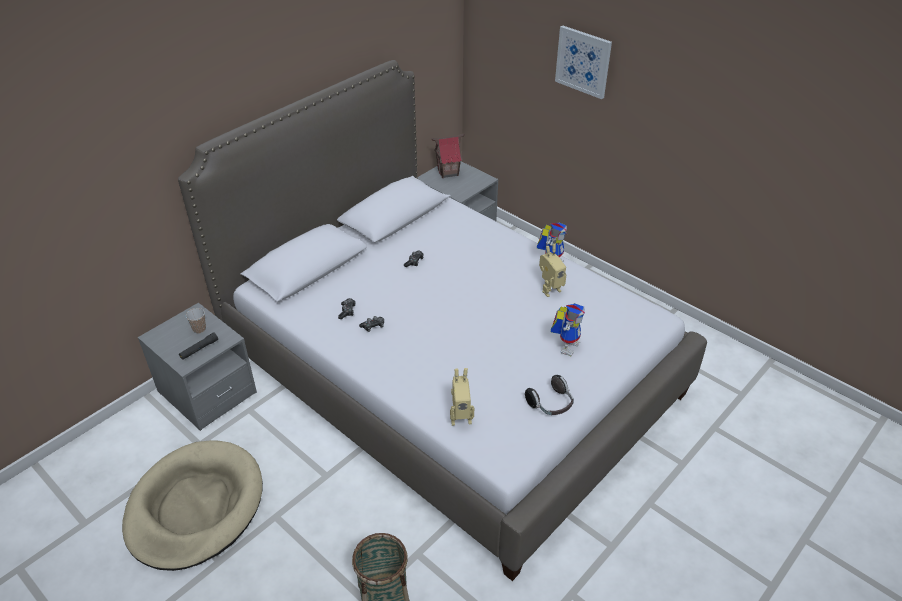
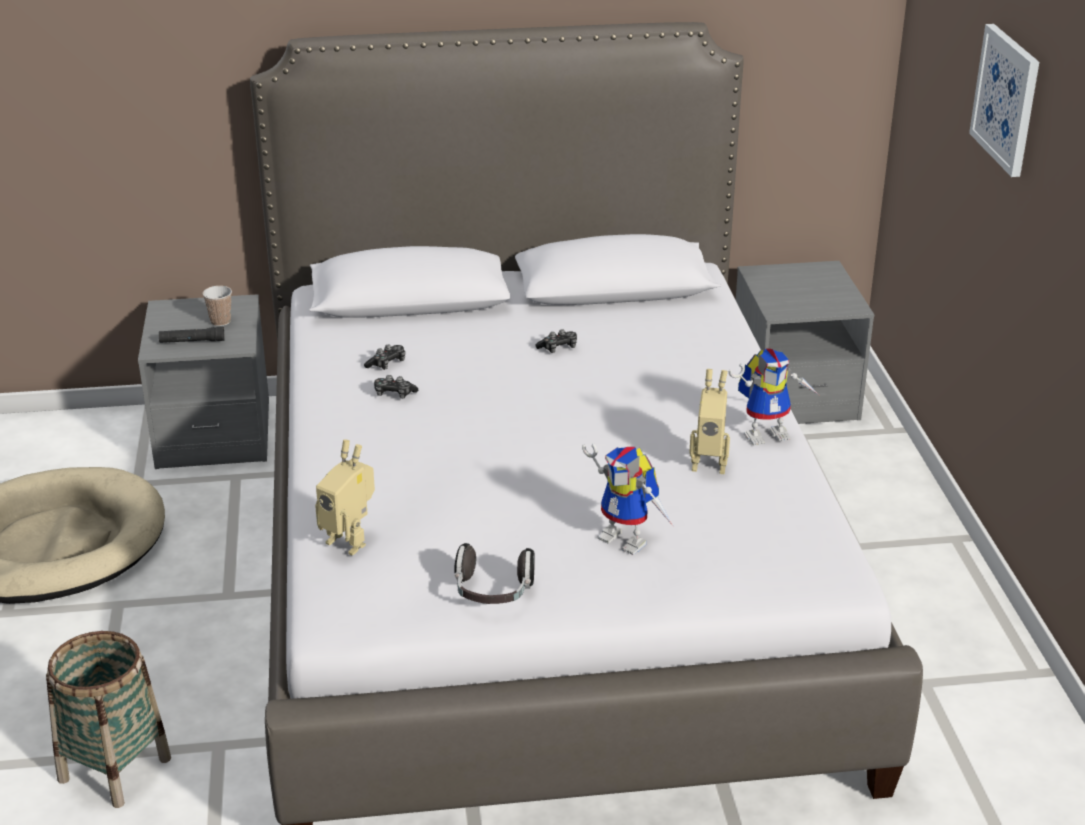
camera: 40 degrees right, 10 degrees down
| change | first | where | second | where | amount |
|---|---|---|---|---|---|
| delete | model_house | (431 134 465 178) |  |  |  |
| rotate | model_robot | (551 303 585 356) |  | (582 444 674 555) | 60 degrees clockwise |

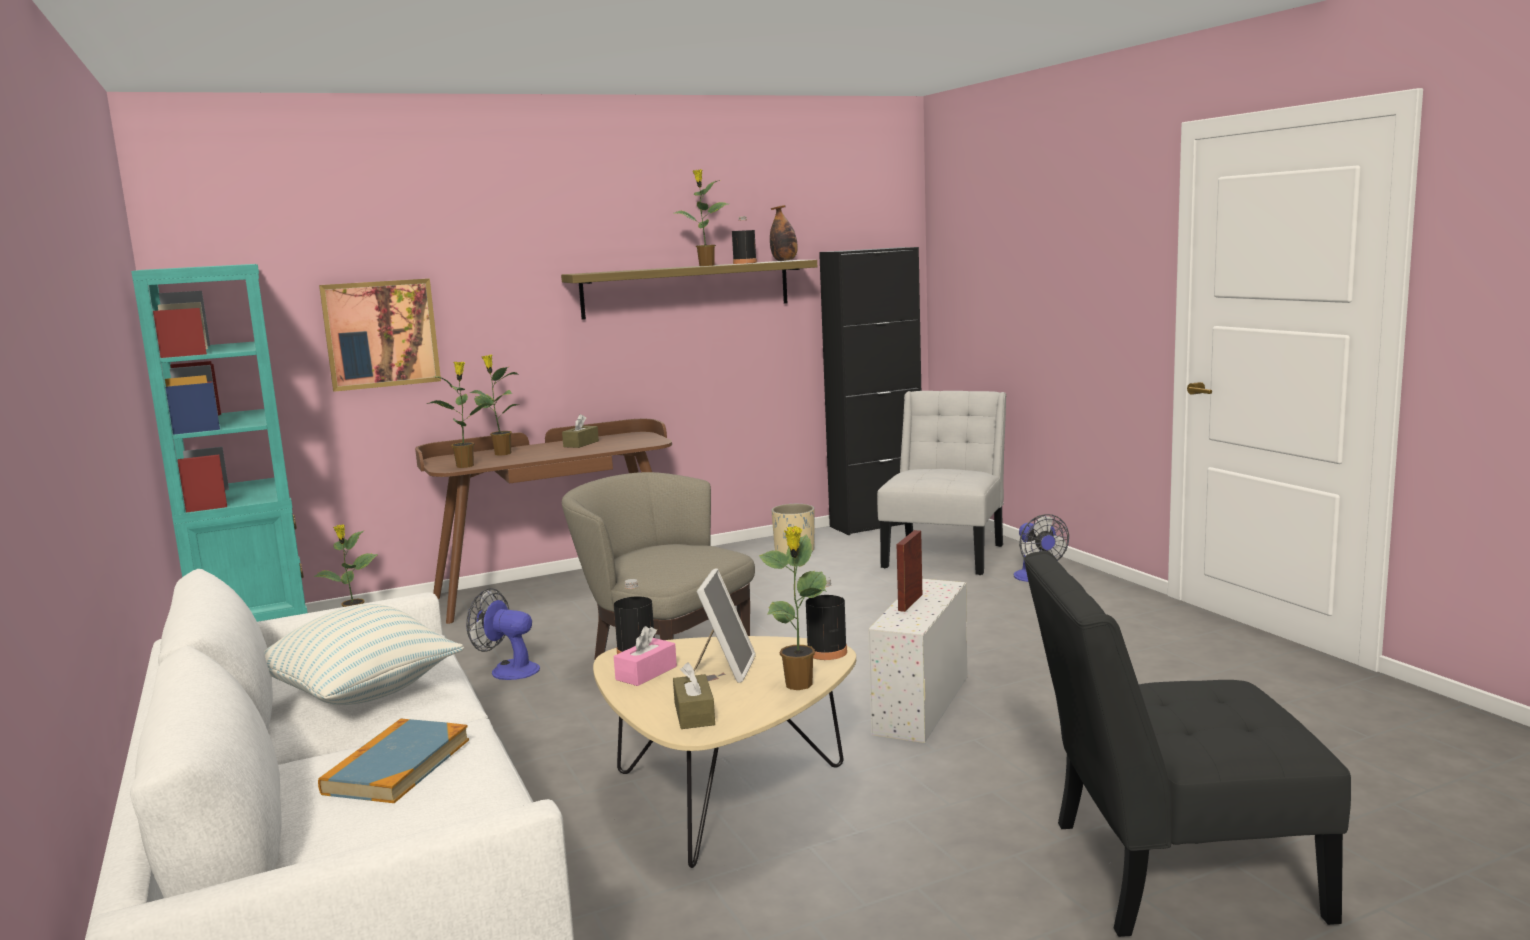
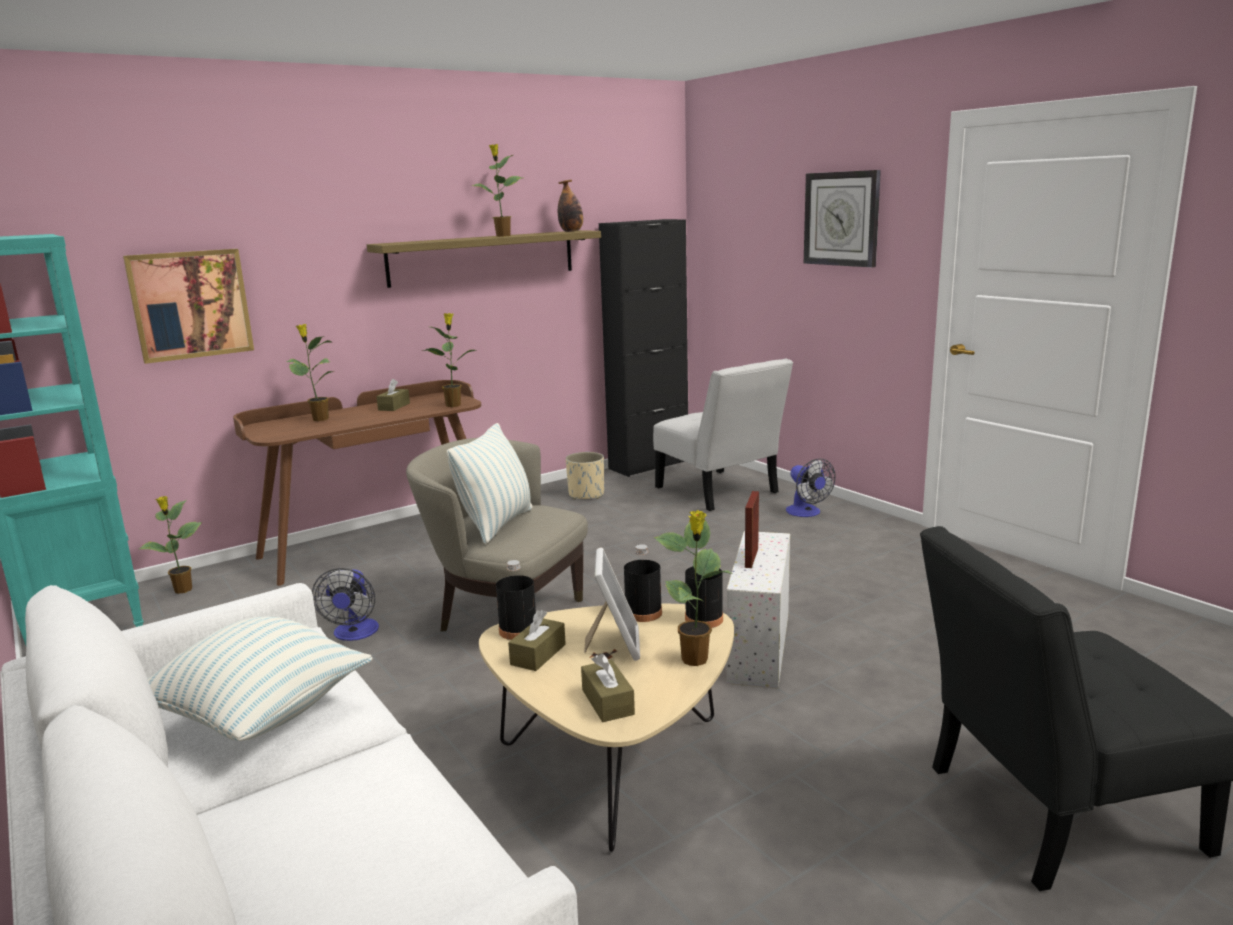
camera: 10 degrees left, 5 degrees up
| change | first | where | second | where | amount |
|---|---|---|---|---|---|
| delete | volume | (318 719 469 803) |  |  |  |
| move | plant_in_a_pot | (426 362 494 468) |  | (423 313 478 407) |  |
| rotate | electric_fan | (466 588 540 680) |  | (312 568 379 641) | 105 degrees counterclockwise |
| recolor | pinkish_tissue_holder | (614 626 677 686) | brown_tissue_holder | (508 610 566 671) |  |
| move | blackish_bottle | (732 216 757 264) |  | (624 544 662 622) |  |
| rotate | white-coloured_plain_chair | (877 391 1006 575) |  | (653 359 793 511) | 135 degrees clockwise |
| insert |  |  | pillow | (447 423 533 544) |  |
| insert |  |  | hanging_clock | (804 170 881 267) |  |

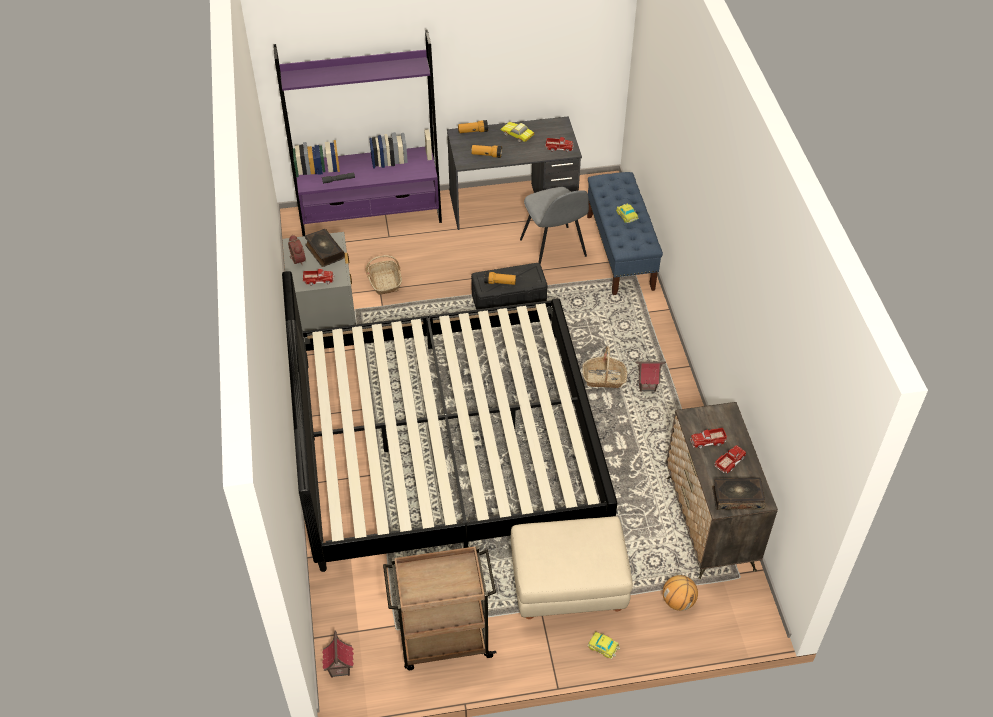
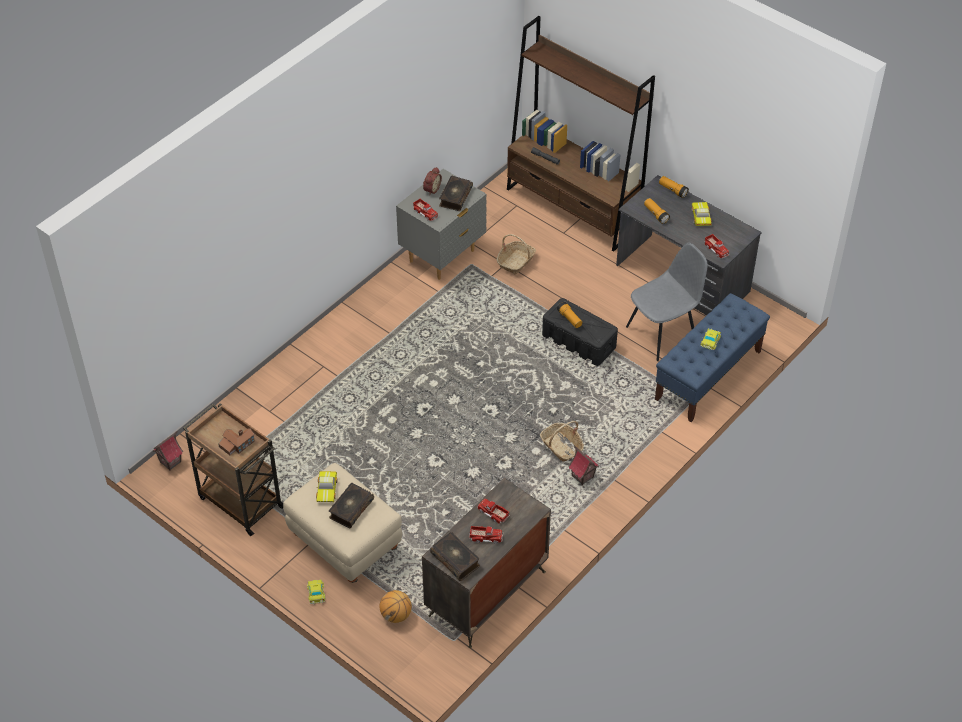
camera: 50 degrees right, 0 degrees up
| change | first | where | second | where | amount |
|---|---|---|---|---|---|
| recolor | purple-coloured_bookcase | (273 29 442 236) | brown_bookcase | (507 16 655 252) |  |
| delete | bedroom_bed | (282 271 617 572) |  |  |  |
| rotate | greyish_plain_chair | (520 187 589 265) |  | (626 242 708 361) | 150 degrees counterclockwise |
| insert |  |  | model_house | (218 428 255 455) |  |
| insert |  |  | toy_car | (316 471 337 502) |  |
| insert |  |  | volume | (329 483 374 528) |  |

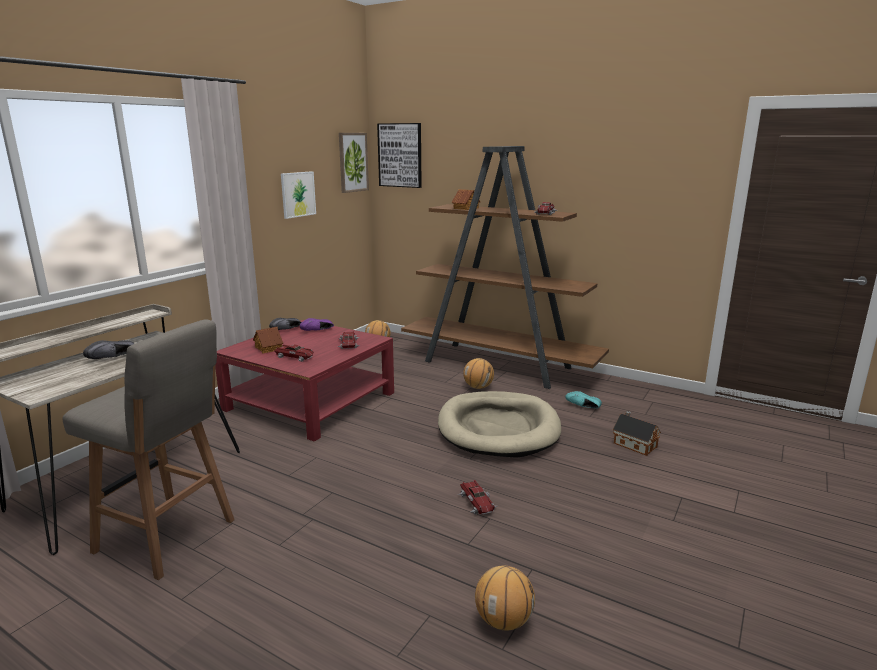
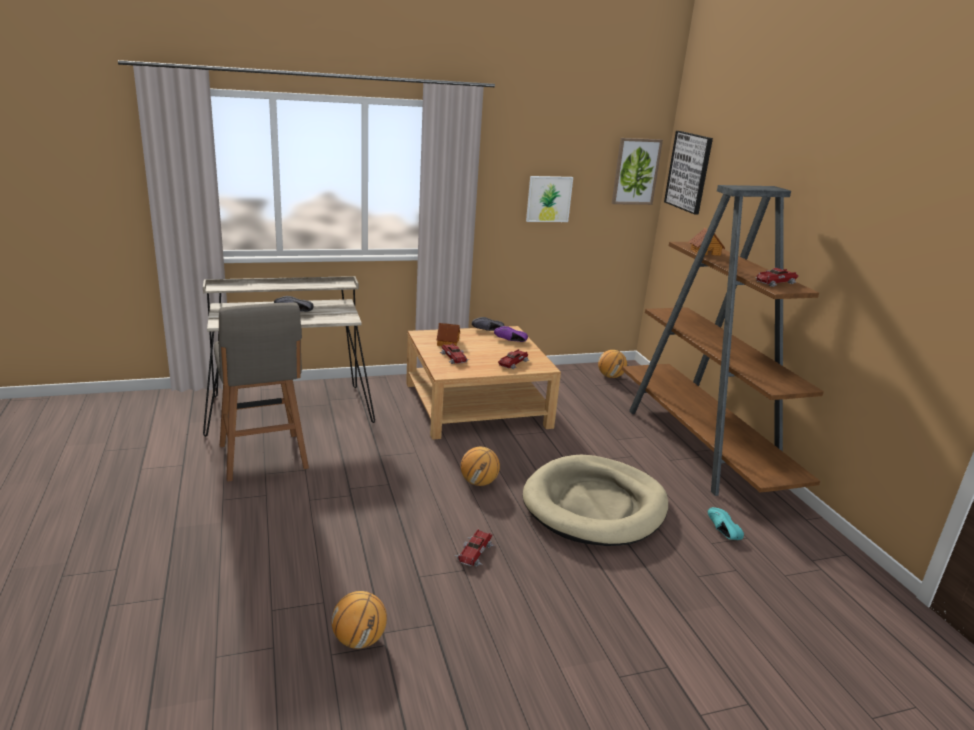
camera: 40 degrees right, 5 degrees up
| change | first | where | second | where | amount |
|---|---|---|---|---|---|
| recolor | reddish_lounge_table | (215 320 394 442) | beige-coloured_lounge_table | (406 326 561 440) |  |
| move | basketball_ball | (463 358 494 389) |  | (461 447 500 486) |  |
| delete | model_house | (613 411 661 456) |  |  |  |

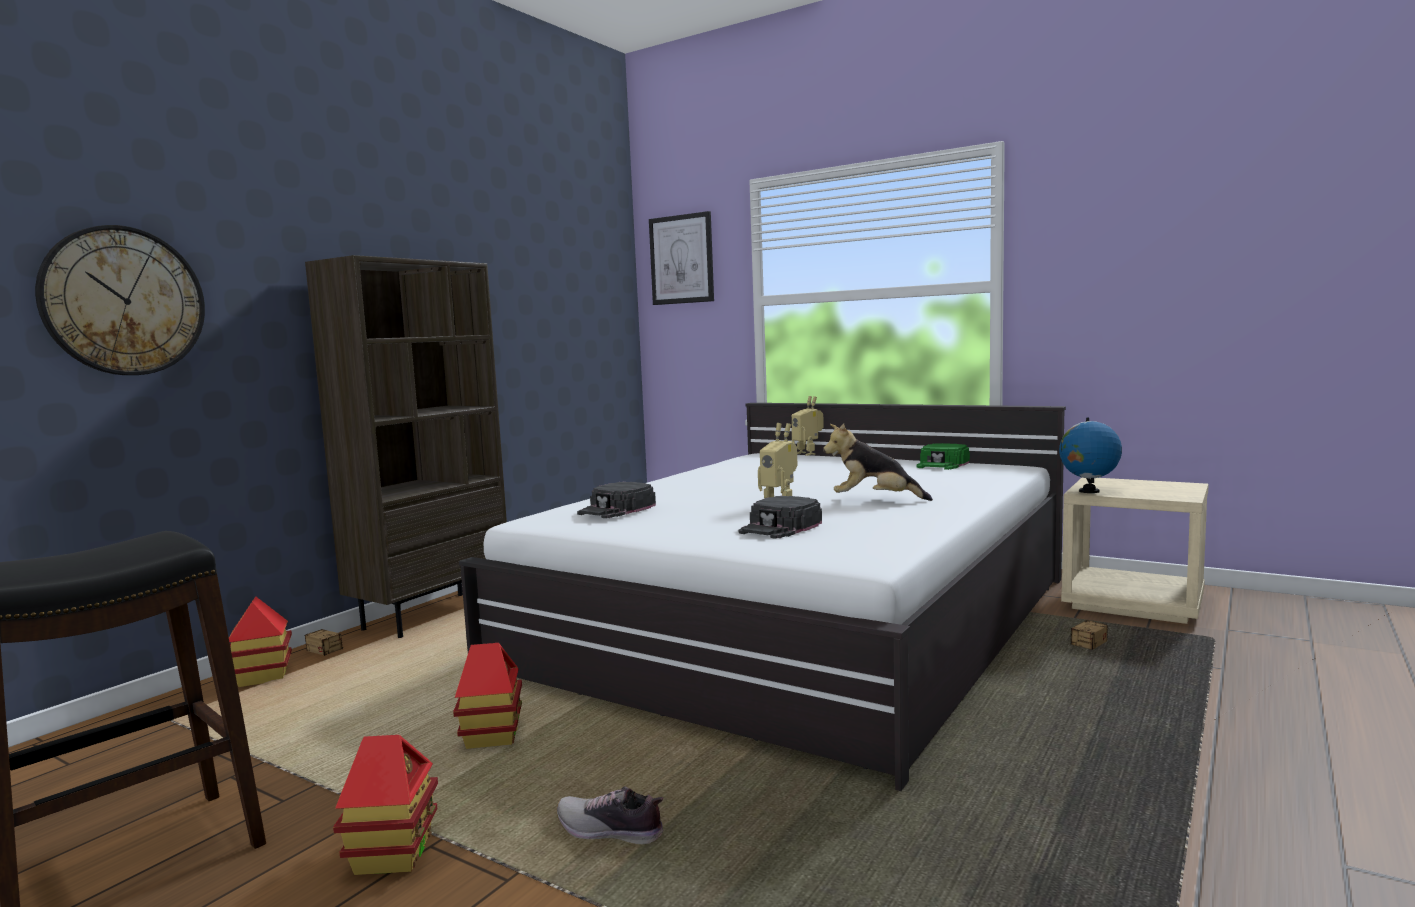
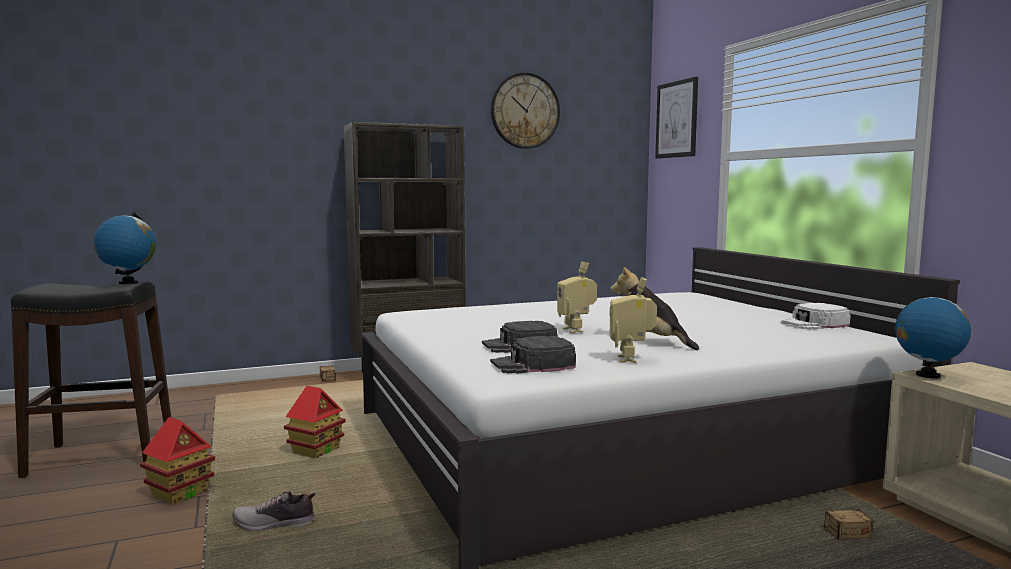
camera: 35 degrees right, 0 degrees up
| change | first | where | second | where | amount |
|---|---|---|---|---|---|
| move | hanging_clock | (35 225 205 375) |  | (491 72 560 149) |  |
| delete | model_house | (229 596 292 687) |  |  |  |
| rotate | low_shoe | (557 786 663 844) |  | (232 491 316 531) | 60 degrees counterclockwise |
| move | blackish_peaked_cap | (577 482 656 518) |  | (490 336 576 374) |  |
| move | model_robot | (792 396 824 456) |  | (610 277 657 363) |  |
| recolor | greenish_peaked_cap | (917 443 970 470) | white-coloured_peaked_cap | (780 303 851 330) |  |
| insert |  |  | globe | (94 213 156 284) |  |

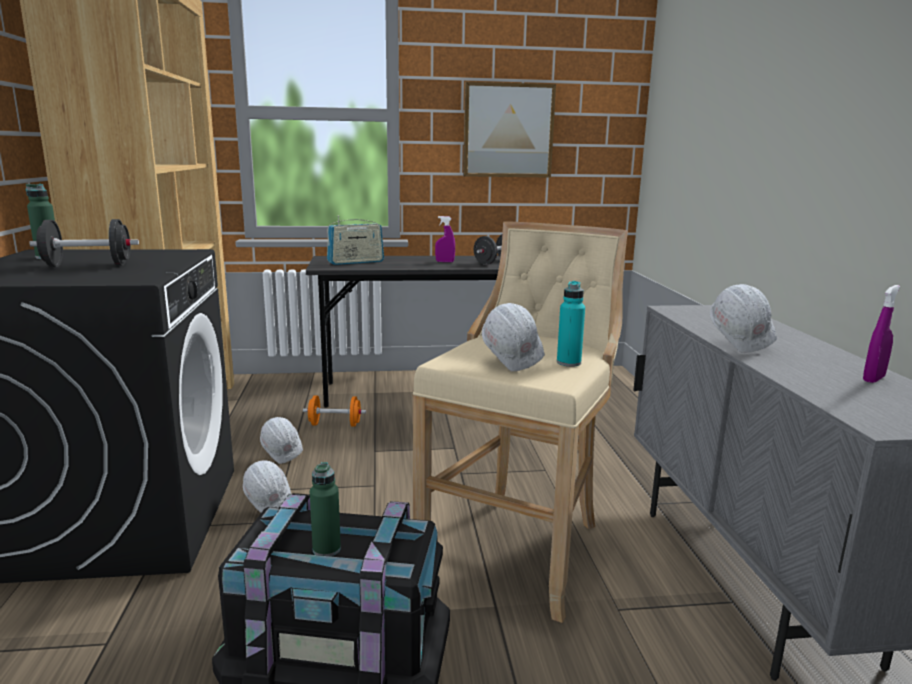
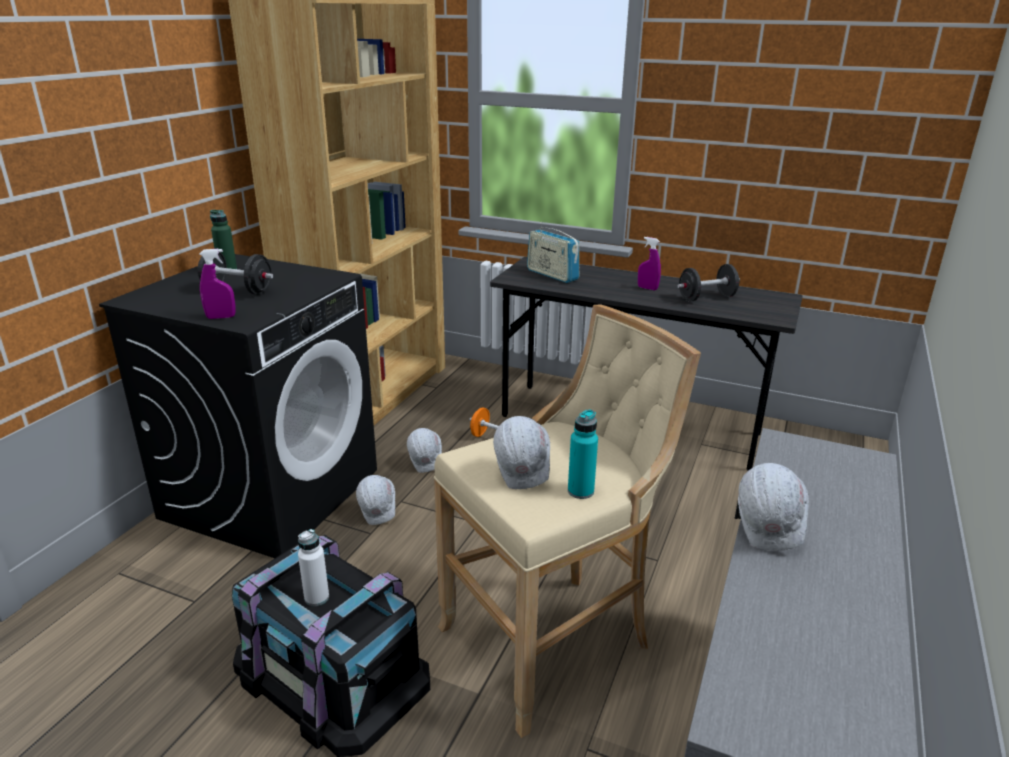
camera: 30 degrees right, 10 degrees up
| change | first | where | second | where | amount |
|---|---|---|---|---|---|
| recolor | greenish_bottle | (310 462 341 556) | white-coloured_bottle | (298 529 329 606) |  |
| rotate | radio_set | (327 216 384 265) |  | (527 222 579 283) | 45 degrees clockwise |
| delete | wall_picture | (463 82 556 177) |  |  |  |
| move | purple-coloured_sprayer | (863 285 900 383) |  | (200 249 236 319) |  |

